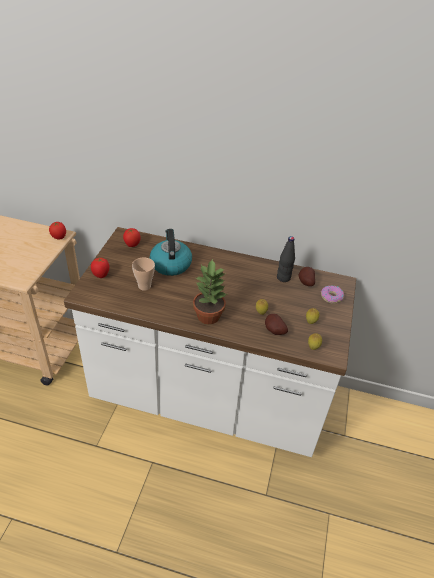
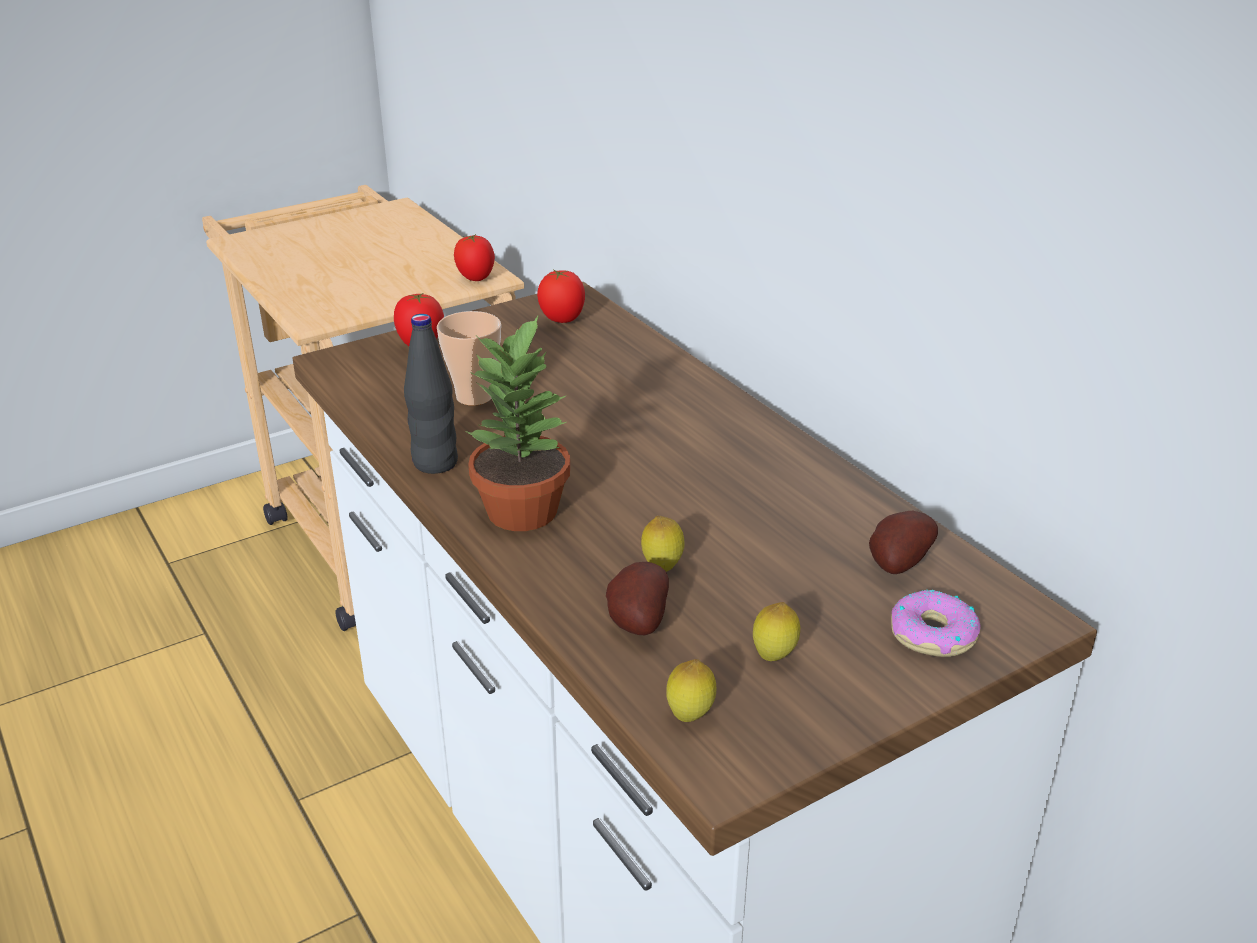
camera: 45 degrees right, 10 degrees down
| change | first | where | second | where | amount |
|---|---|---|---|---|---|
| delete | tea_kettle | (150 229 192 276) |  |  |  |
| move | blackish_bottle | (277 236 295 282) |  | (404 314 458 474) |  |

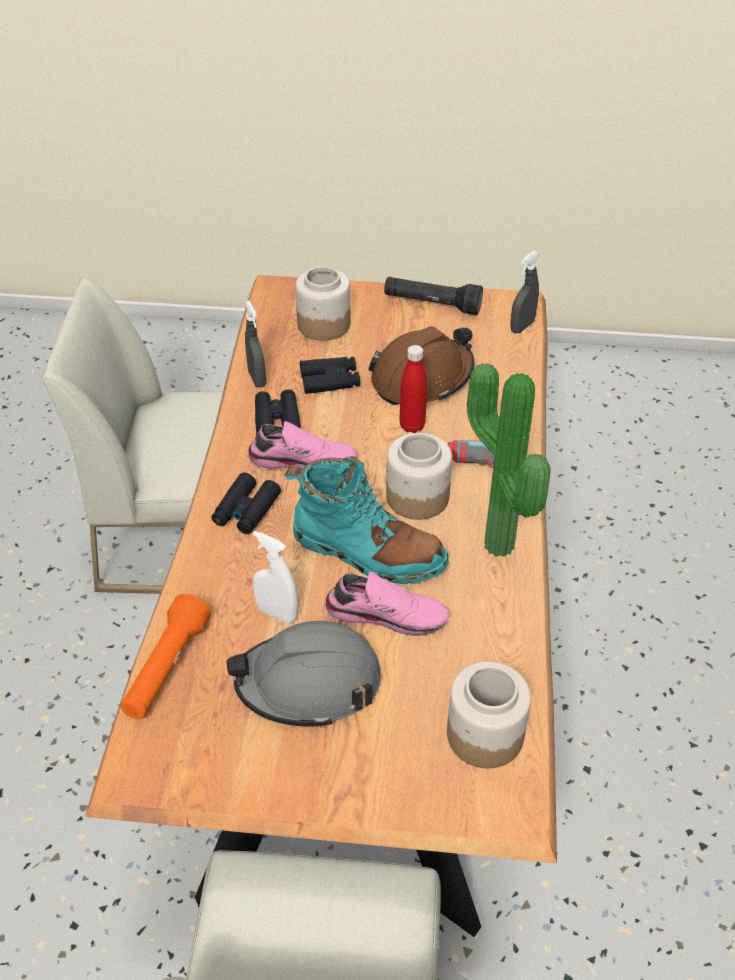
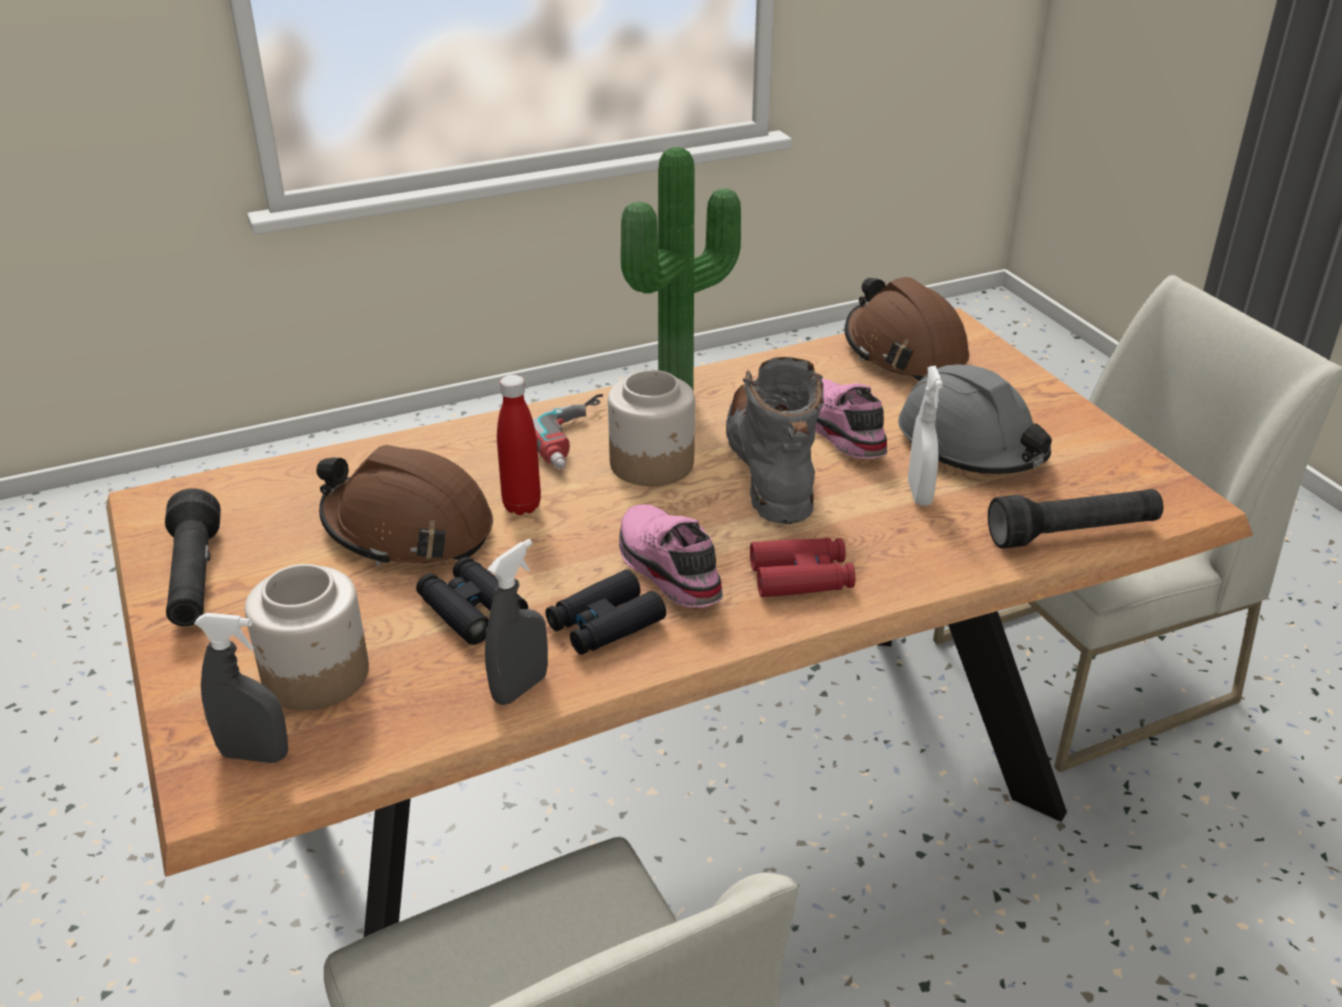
camera: 120 degrees left, 10 degrees down
| change | first | where | second | where | amount |
|---|---|---|---|---|---|
| recolor | orangey_torch | (120 594 211 719) | blackish_torch | (988 489 1163 549) |  |
| recolor | blackish_pair_of_binoculars | (211 472 281 534) | reddish_pair_of_binoculars | (750 538 855 597) |  |
| recolor | turquoise_tall_boot | (284 456 449 584) | greyish_tall_boot | (726 357 824 524) |  |
| replace | preserve_jar | (447 662 531 768) | brown_hard_hat | (845 277 969 381) |  |
| move | greyish_sprayer | (510 251 540 333) |  | (194 613 288 763) |  |

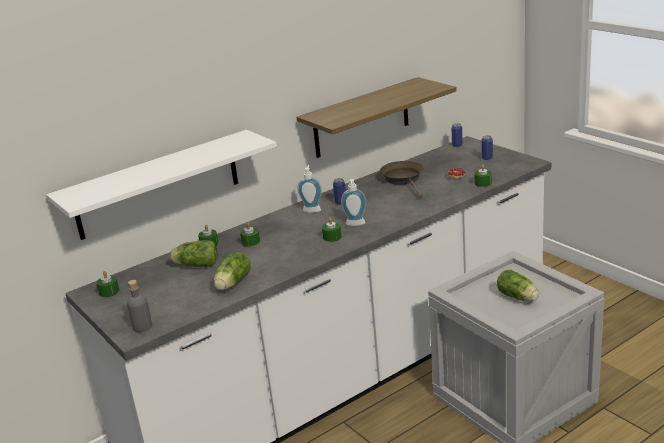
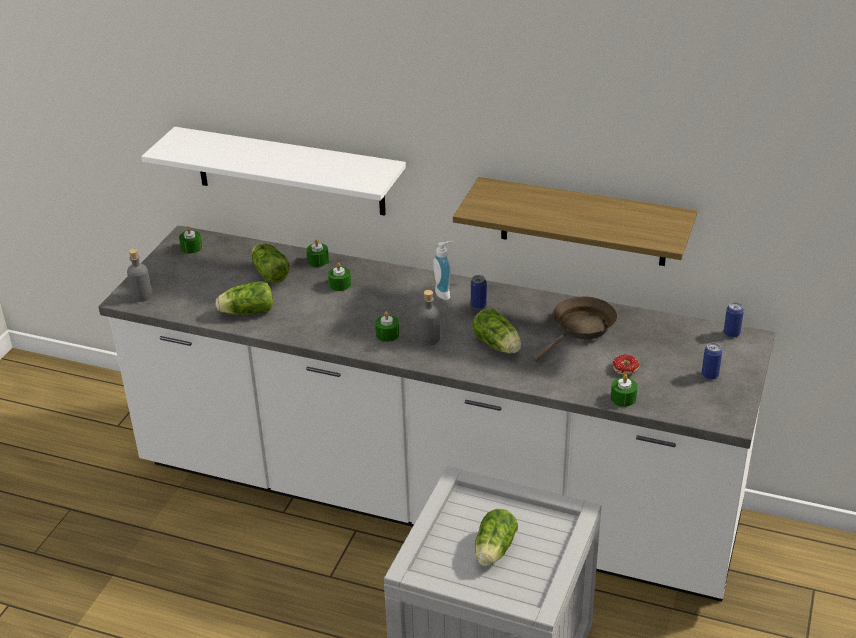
camera: 55 degrees right, 10 degrees up
| change | first | where | second | where | amount |
|---|---|---|---|---|---|
| replace | soap_dispenser | (341 179 367 226) | greyish_bottle | (418 290 440 345) |  |
| insert |  |  | lettuce_head | (472 309 521 354) |  |

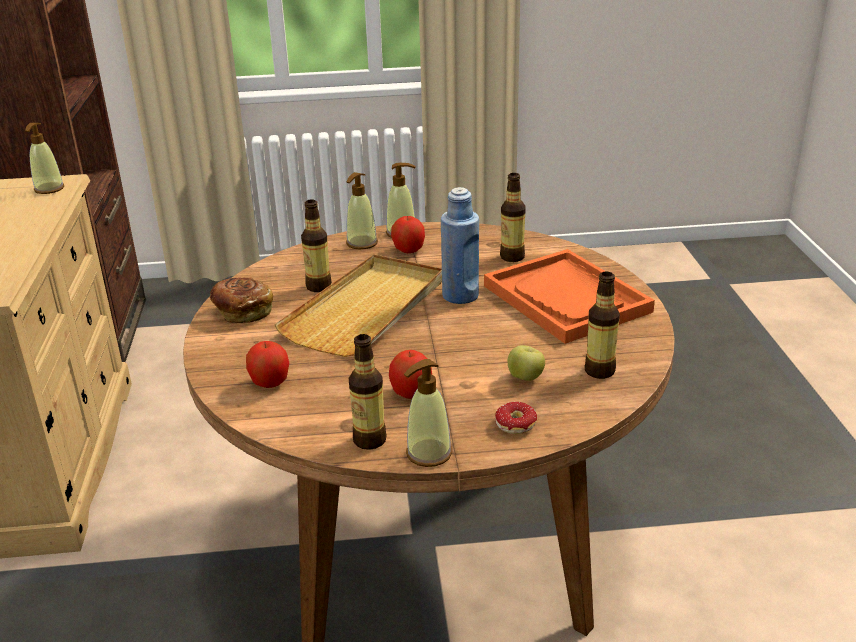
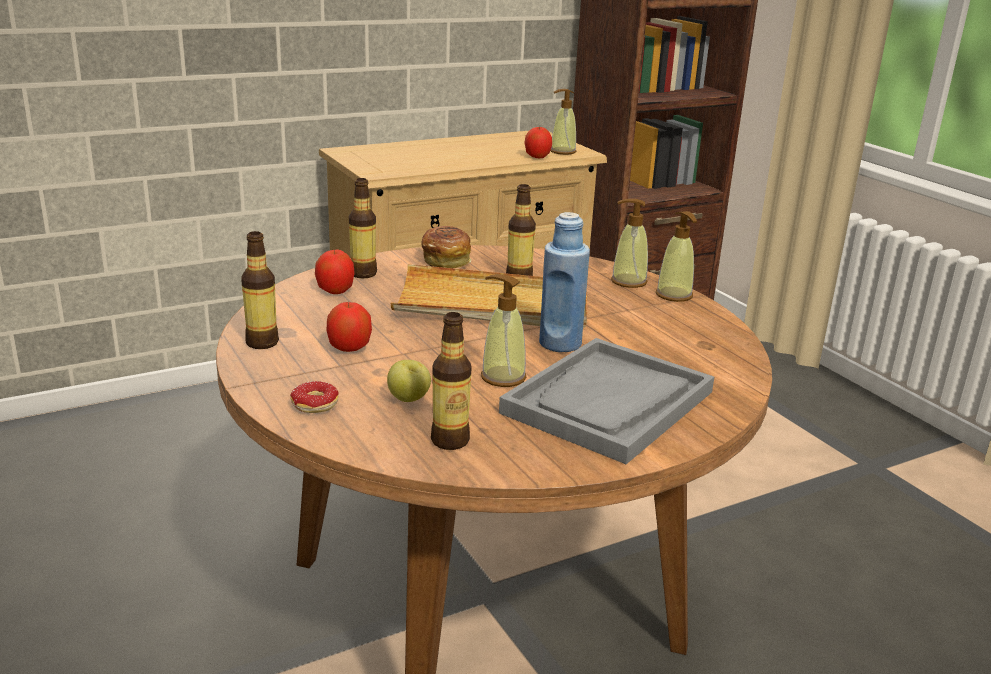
camera: 65 degrees right, 5 degrees down
| change | first | where | second | where | amount |
|---|---|---|---|---|---|
| move | whole_apple | (391 216 425 253) |  | (524 126 552 158) |  |
| move | soap_dispenser | (404 359 452 467) |  | (481 274 526 387) |  |
| recolor | orangey_tray | (484 249 655 344) | greyish_tray | (499 338 714 464) |  |
| move | bottle | (500 173 526 262) |  | (349 178 377 278) |  |

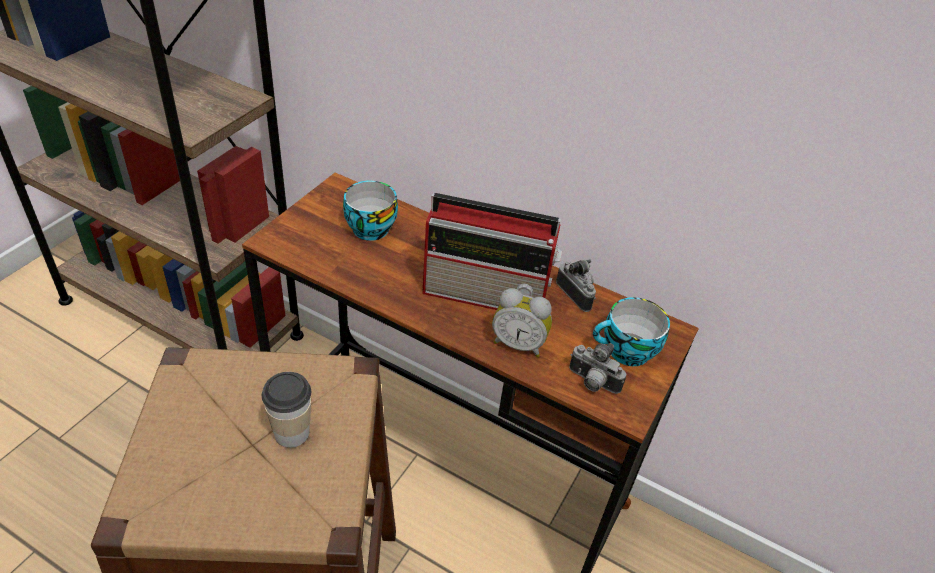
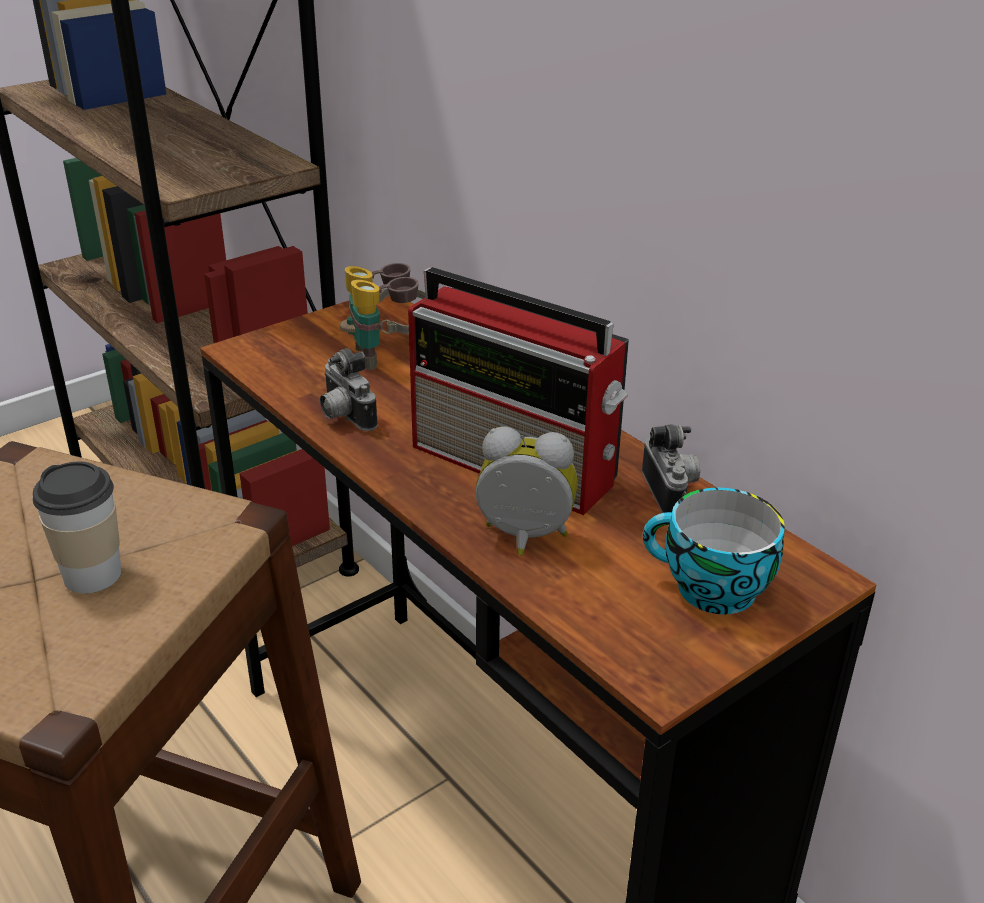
camera: 25 degrees right, 10 degrees down
| change | first | where | second | where | amount |
|---|---|---|---|---|---|
| replace | small_cup | (343 180 398 241) | pair_of_binoculars | (340 263 426 370) |  |
| rotate | bedside_clock | (492 288 552 357) |  | (476 427 578 555) | 150 degrees clockwise |
| move | photo_camera | (569 343 626 394) |  | (320 348 378 431) |  |

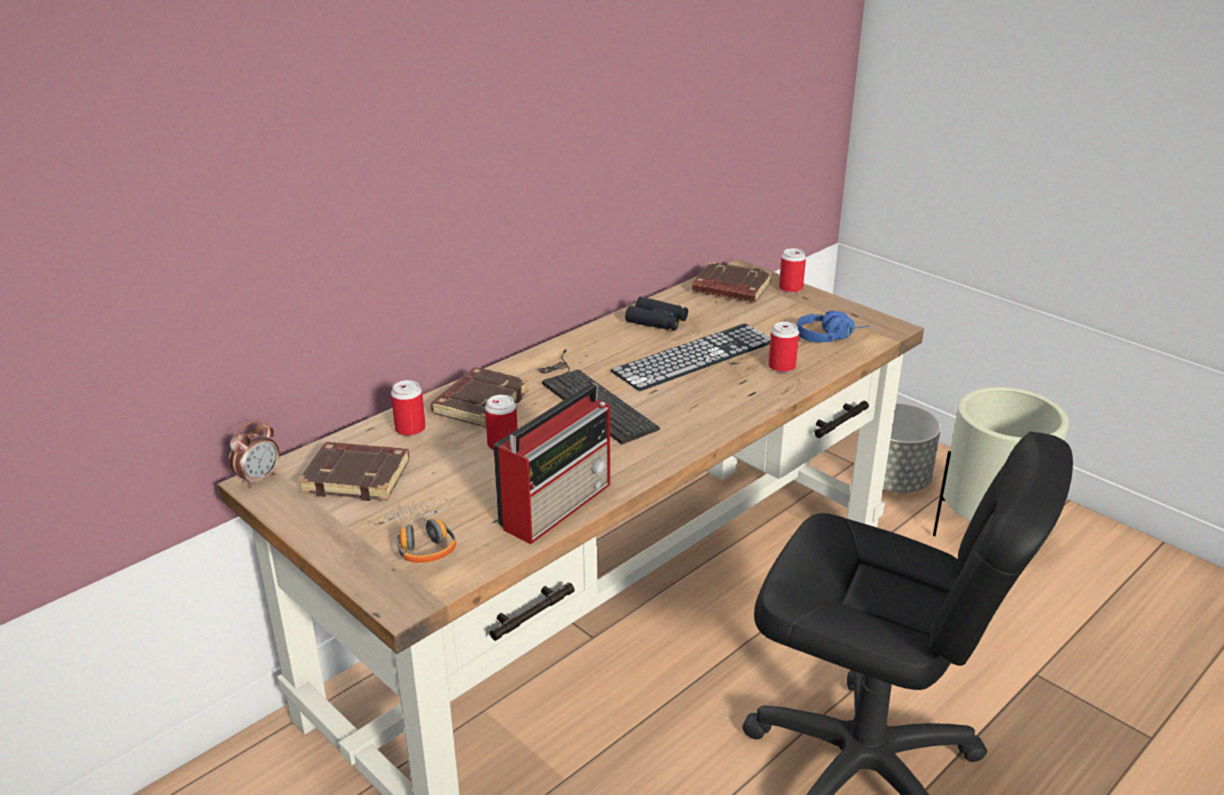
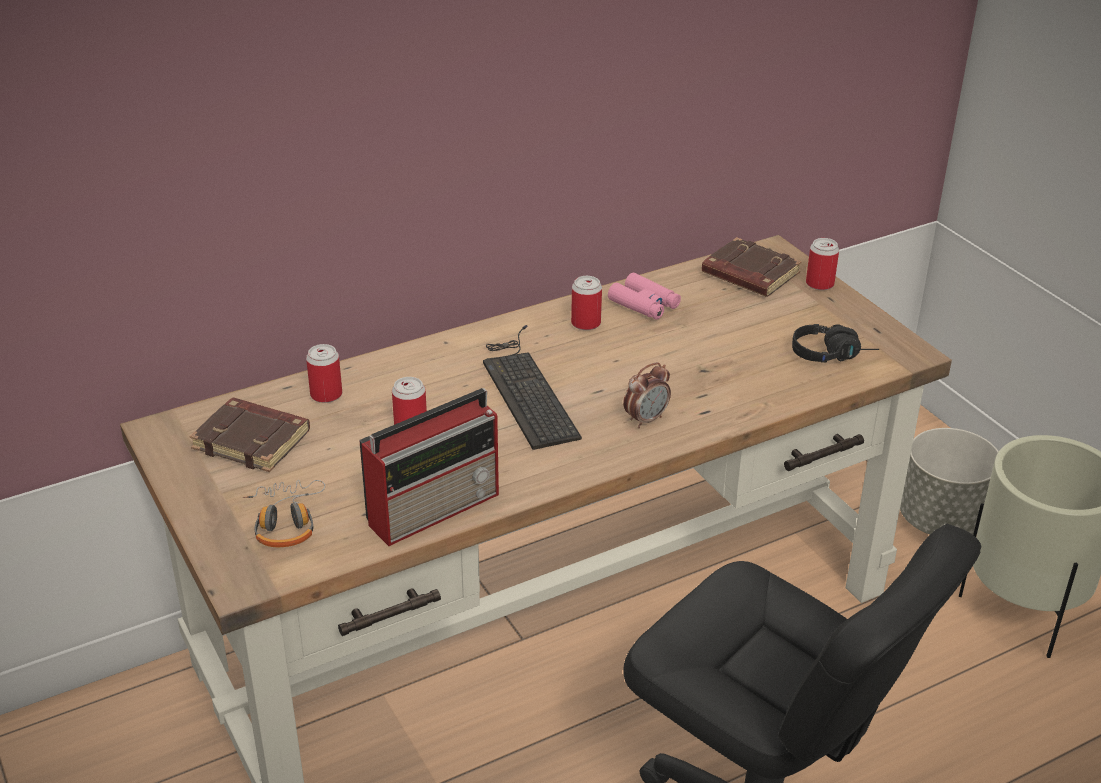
camera: 15 degrees right, 5 degrees up
| change | first | where | second | where | amount |
|---|---|---|---|---|---|
| move | bedside_clock | (229 420 279 488) |  | (623 362 671 428) |  |
| delete | brown_volume | (430 367 529 428) |  |  |  |
| delete | keyboard | (611 324 770 391) |  |  |  |
| recolor | blackish_pair_of_binoculars | (625 297 688 331) | pinkish_pair_of_binoculars | (608 273 681 320) |  |
| move | sealed_can | (768 322 799 373) |  | (571 276 602 330) |  |
| recolor | blue-coloured_headset | (797 311 869 342) | blackish_headset | (792 324 879 363) |  |

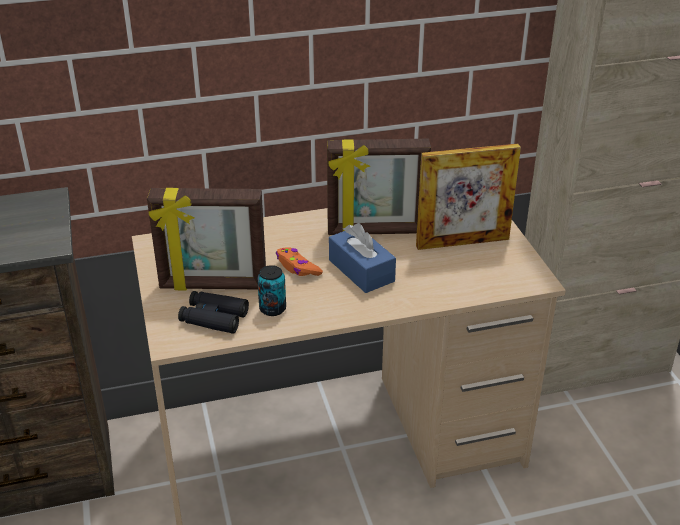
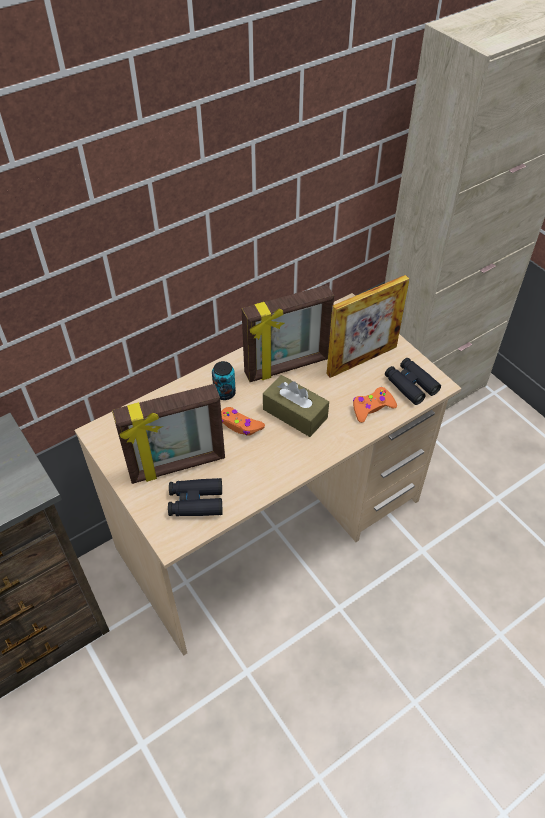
camera: 20 degrees left, 15 degrees up
| change | first | where | second | where | amount |
|---|---|---|---|---|---|
| move | sealed_can | (257 265 286 316) |  | (212 361 236 400) |  |
| recolor | blue-coloured_tissue_holder | (329 223 396 293) | brown_tissue_holder | (263 375 329 437) |  |
| insert |  |  | orangey_joypad | (353 387 397 423) |  |
| insert |  |  | blackish_pair_of_binoculars | (385 358 441 405) |  |

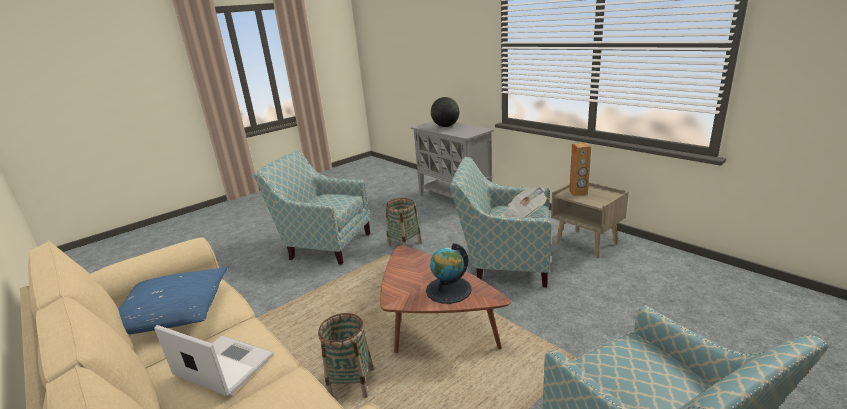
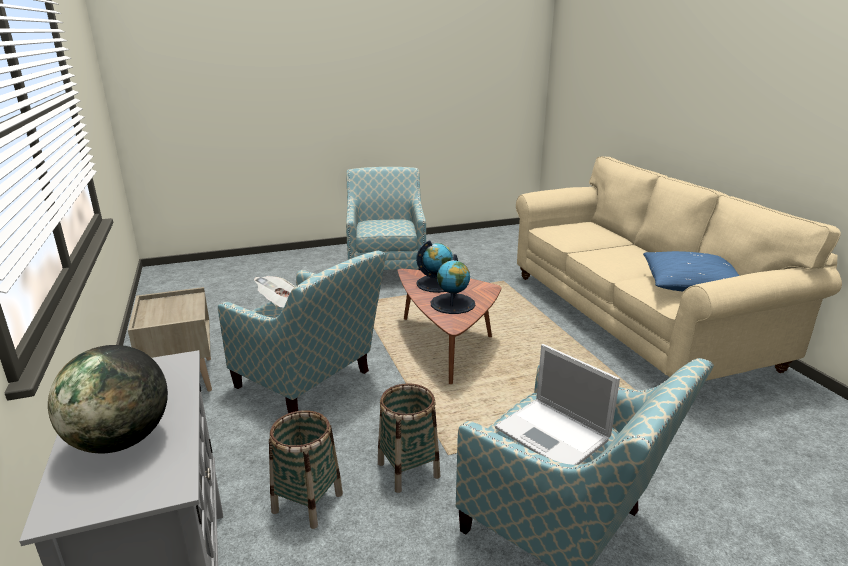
camera: 160 degrees left, 0 degrees up
| change | first | where | second | where | amount |
|---|---|---|---|---|---|
| move | laptop | (154 325 274 396) |  | (495 344 620 465) |  |
| move | storage_basket | (318 313 374 398) |  | (269 410 343 529) |  |
| delete | brown_audio_speaker | (569 143 591 196) |  |  |  |
| insert |  |  | globe | (431 254 475 314) |  |

